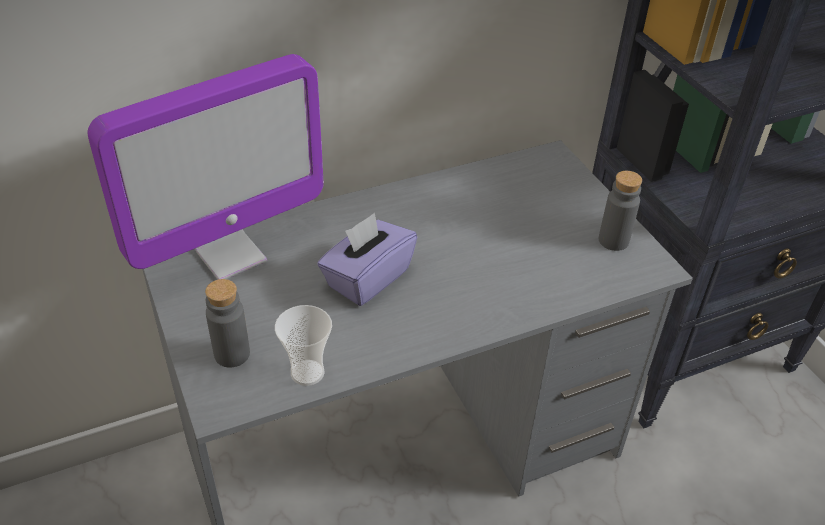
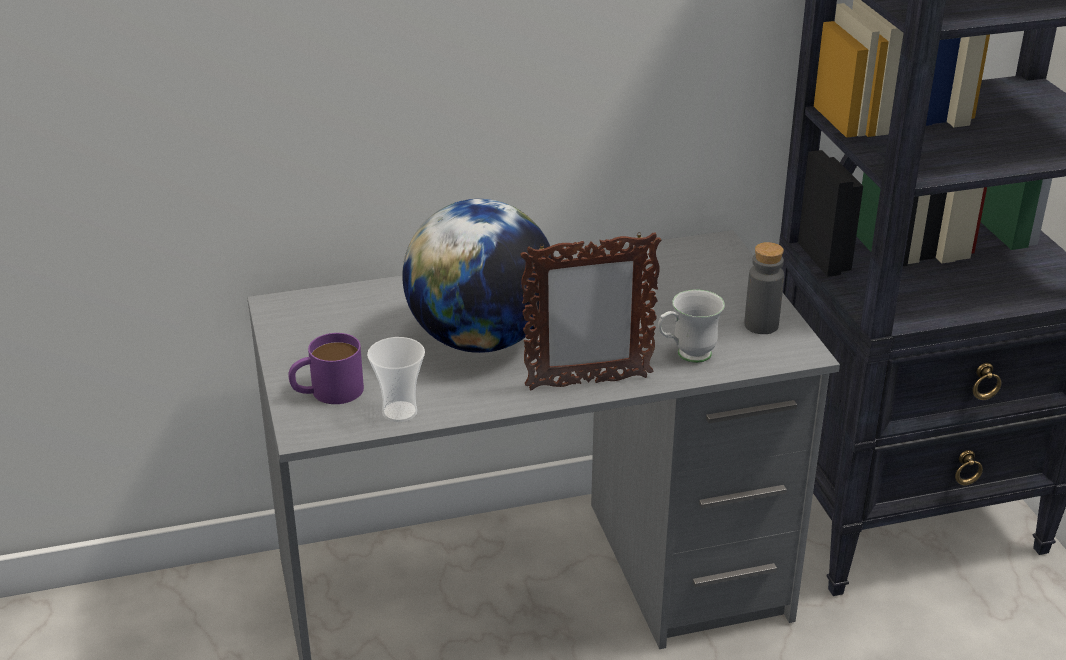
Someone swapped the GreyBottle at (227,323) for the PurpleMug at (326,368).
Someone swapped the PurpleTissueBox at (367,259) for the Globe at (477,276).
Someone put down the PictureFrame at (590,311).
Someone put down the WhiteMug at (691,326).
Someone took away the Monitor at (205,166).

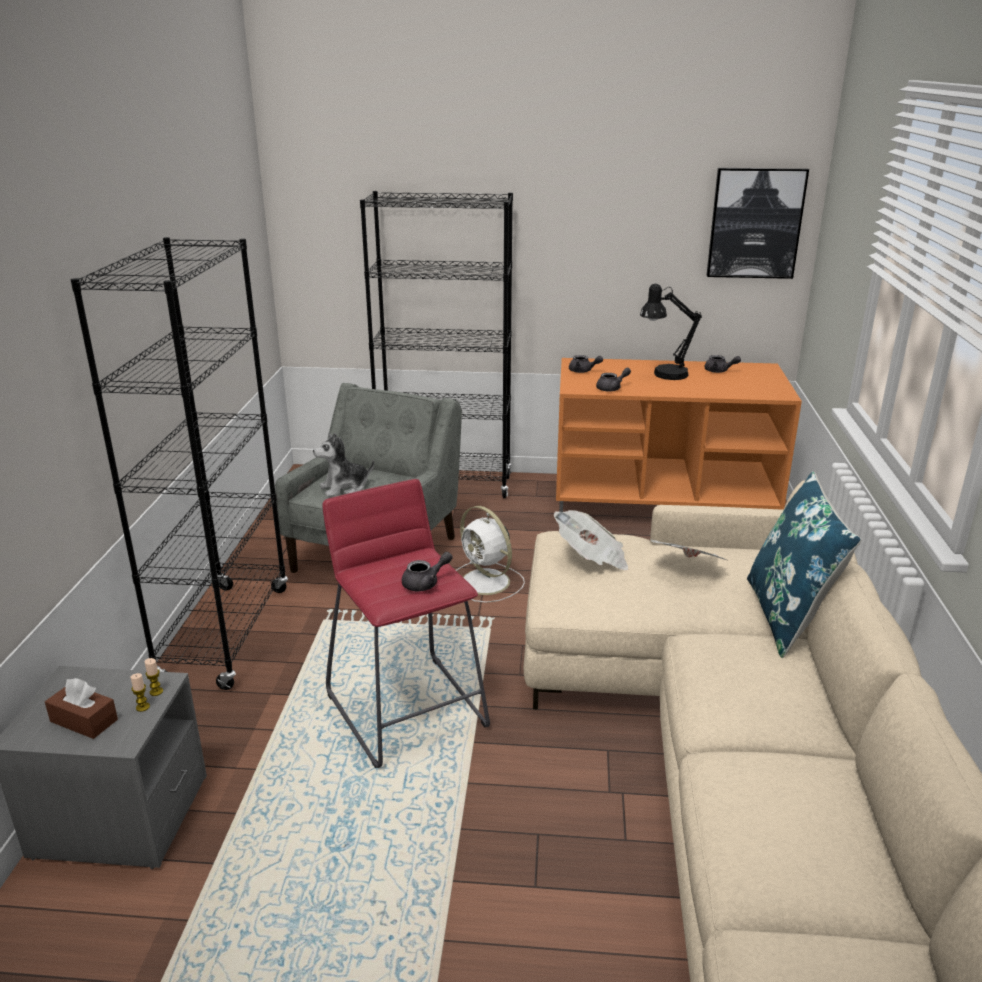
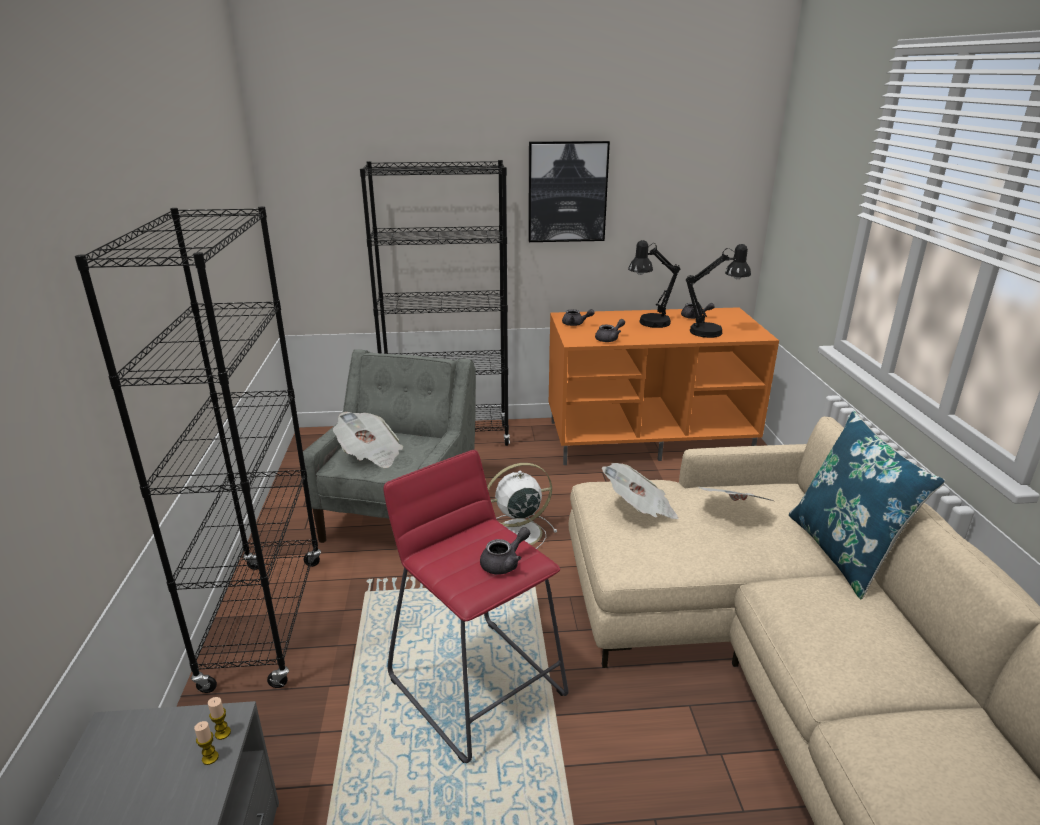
Someone swapped the PlushToy at (343,464) for the Newspaper at (368,440).
Someone rotated the WhiteFan at (490,554) by 120 degrees clockwise.
Someone carried the Picture from (758,223) to (569,191).
Someone put down the BlackTableLamp at (718,291).
Someone took away the BrownTissueBox at (81,708).

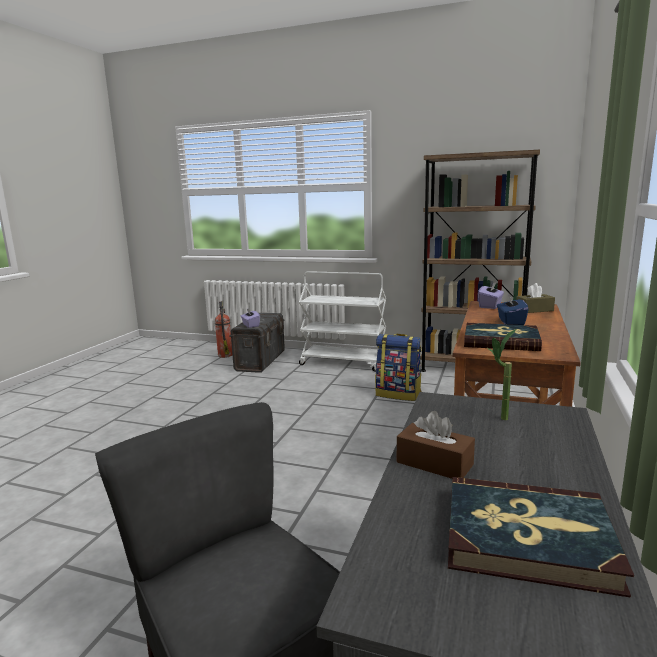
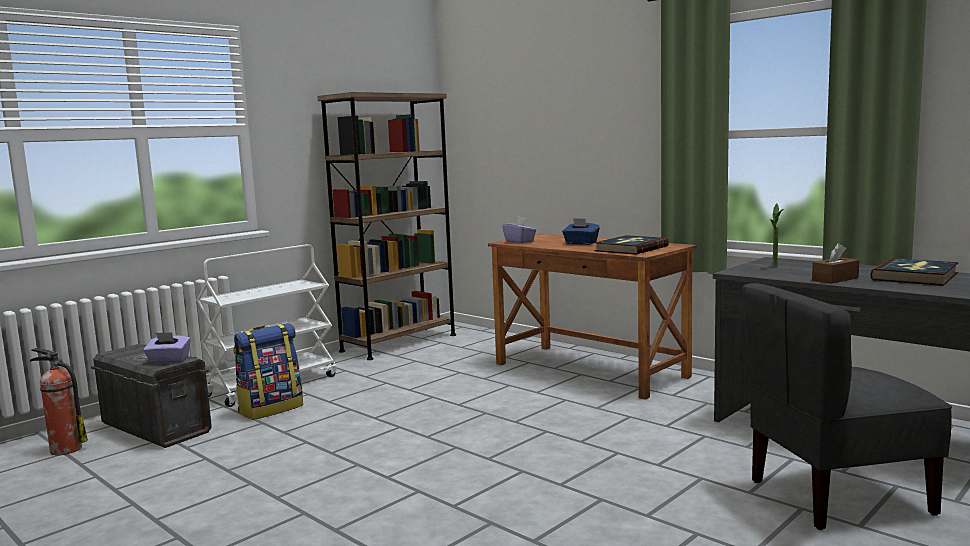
Someone carried the Backpack from (398,367) to (268,371).
Someone took away the BrownTissueBox at (535,298).

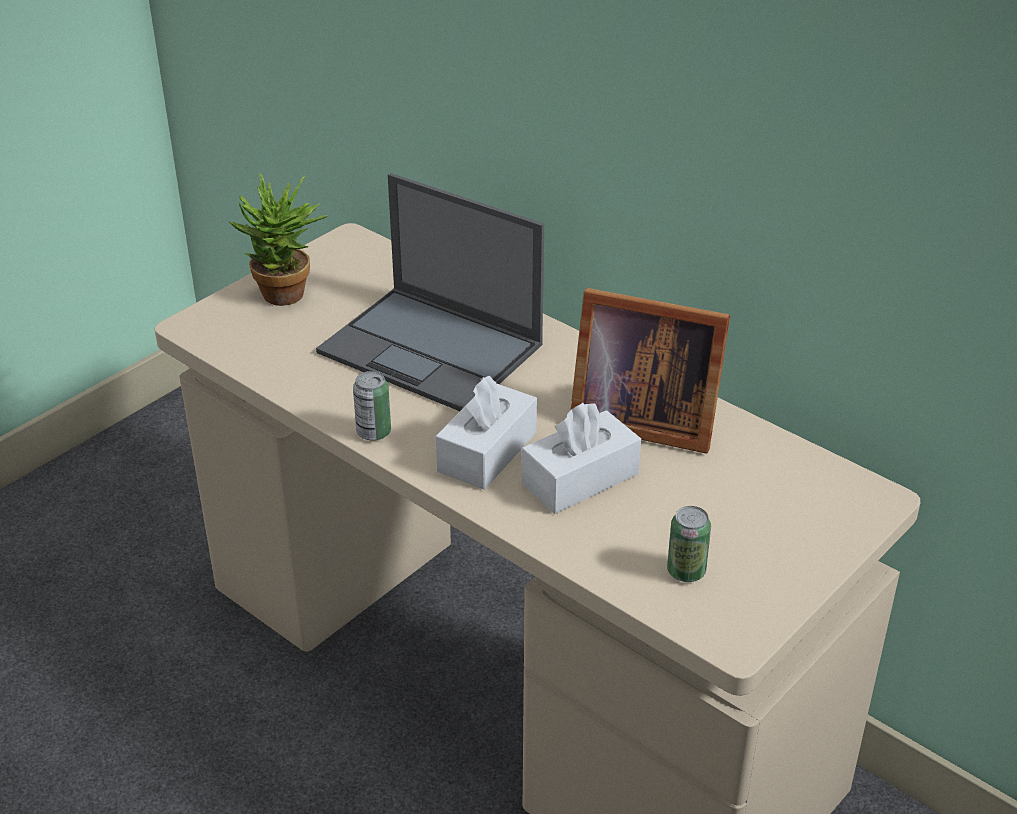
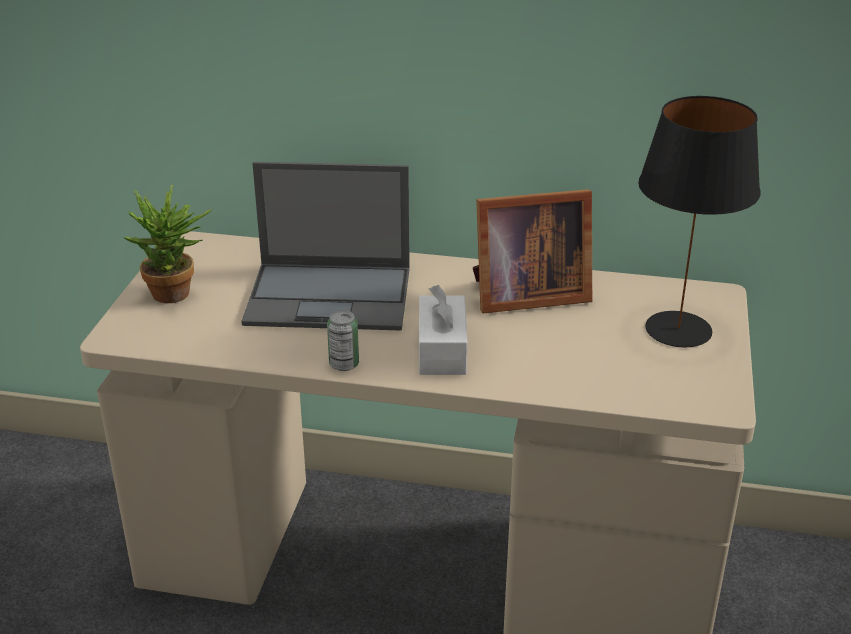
Someone put down the BlackTableLamp at (699,221).
Someone took away the WhiteTissueBox at (581,458).
Someone took away the Can at (689,544).

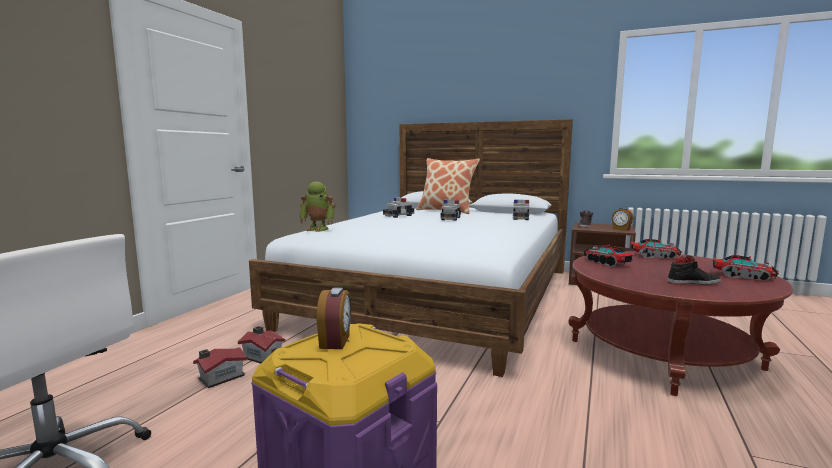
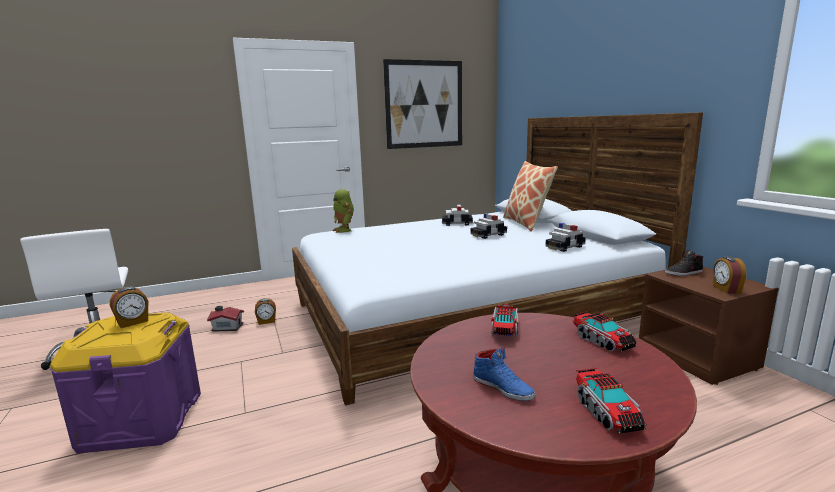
Someone swapped the ToyHouse at (262,344) for the AlarmClock at (265,311).
Someone put up the Picture at (422,104).
Someone repainted the BlackShoe at (694,270), which became the BlueShoe at (504,374).

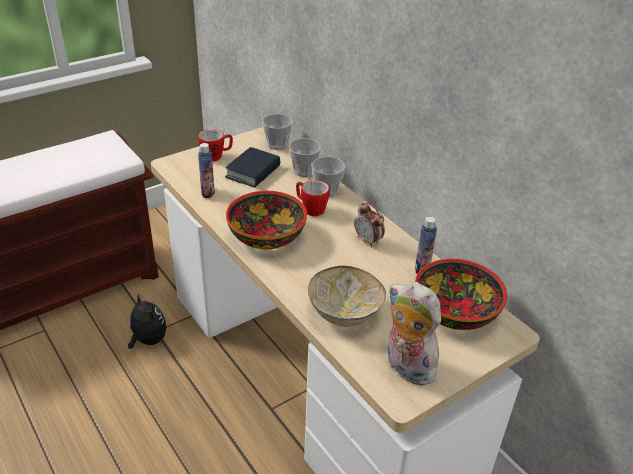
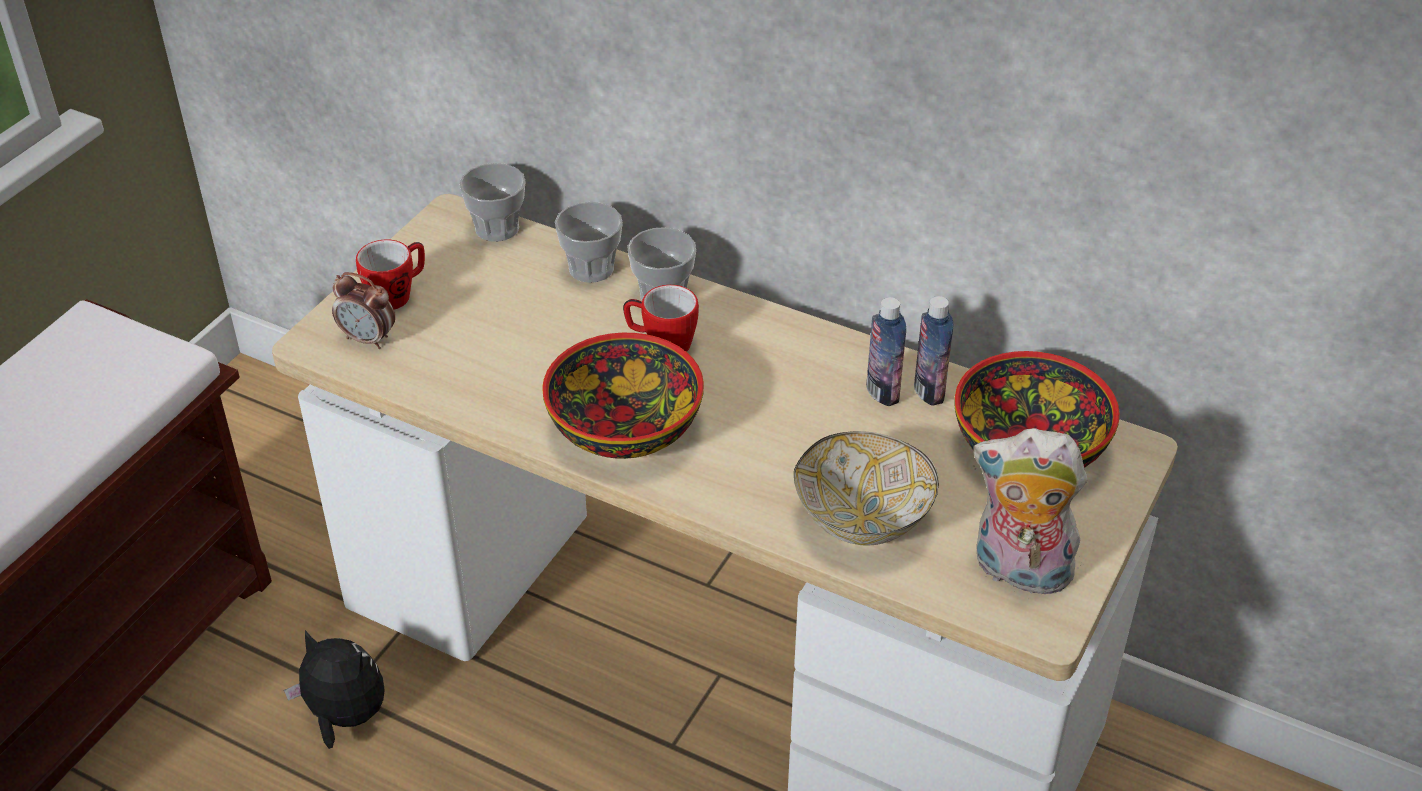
Someone carried the AlarmClock from (369,225) to (363,310).
Someone carried the Bottle from (206,170) to (886,351).
Someone took away the Book at (252,167).

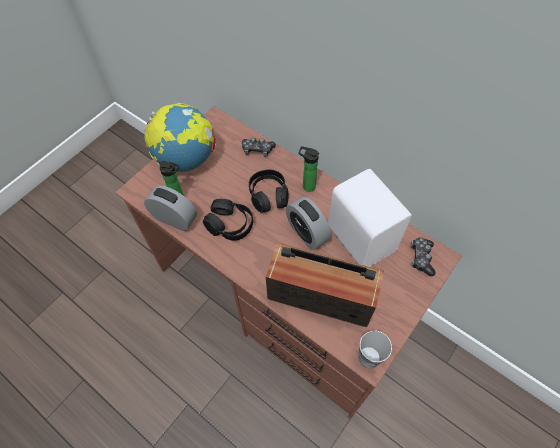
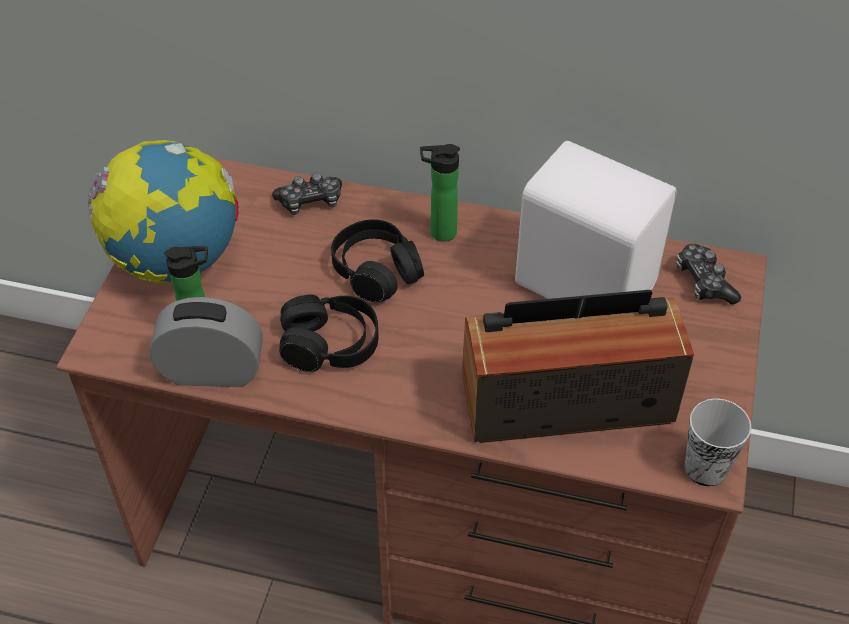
Someone took away the AlarmClock at (308,223).

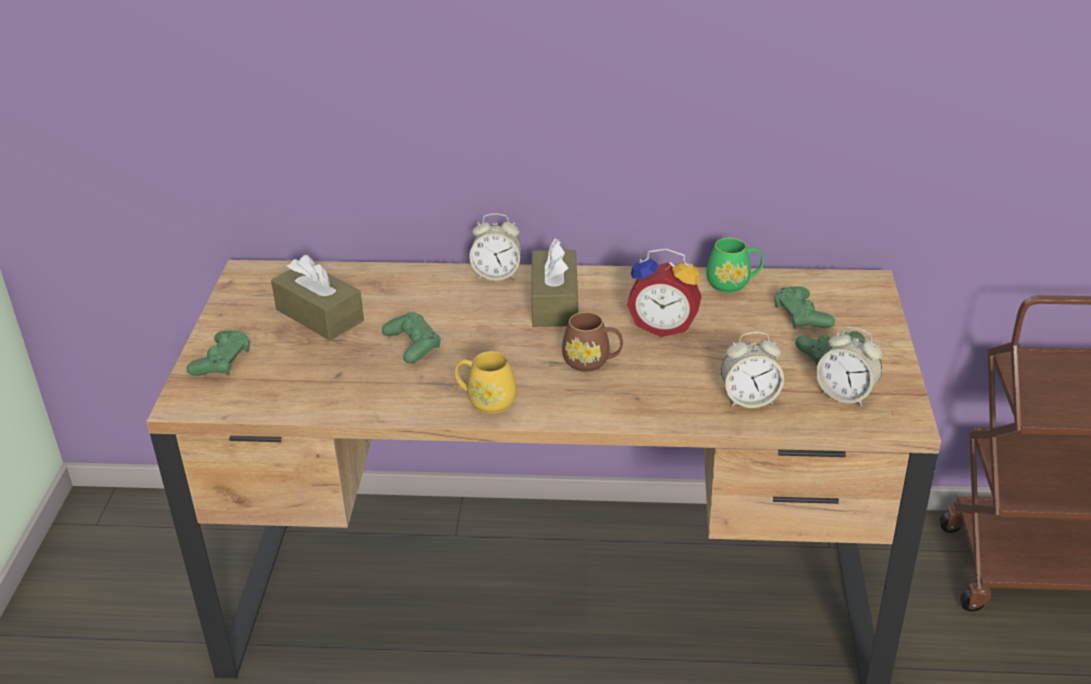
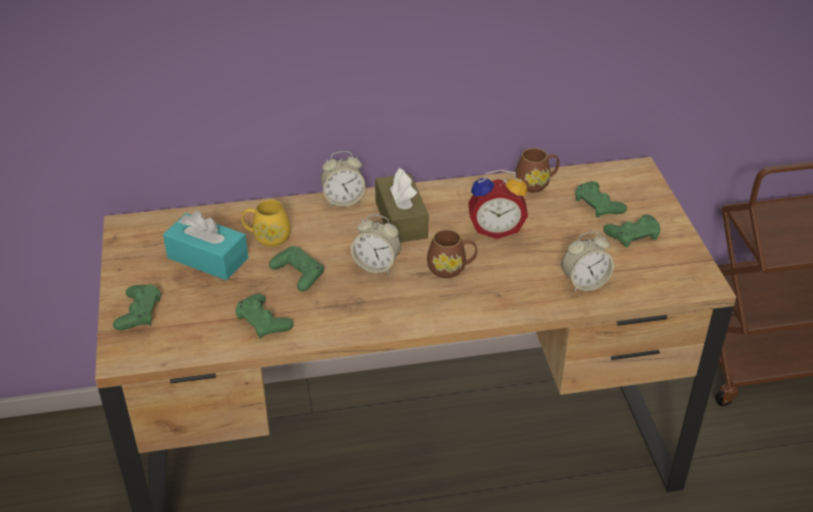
Someone repainted the BrownTissueBox at (317,298), which became the TurquoiseTissueBox at (205,245).
Someone put down the GreenGameController at (264,316).
Someone carried the YellowMug from (486,382) to (266,223).
Someone carried the AlarmClock from (849,367) to (376,244).
Someone repainted the GreenMug at (735,265), which became the BrownMug at (537,170).

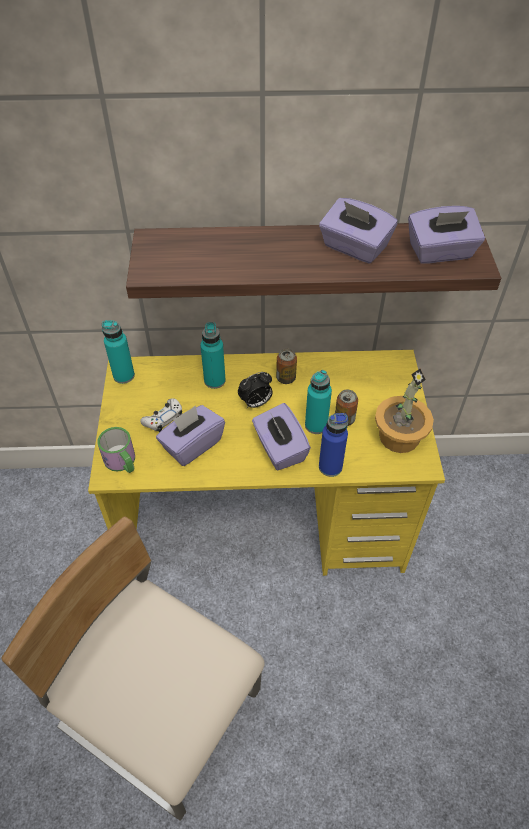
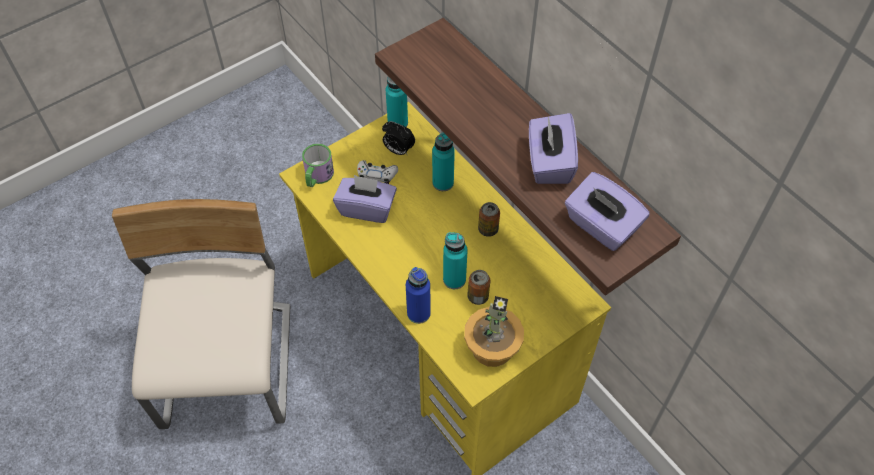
Someone carried the AlarmClock from (255,390) to (398,138).
Someone took away the PurpleTissueBox at (281,436).

